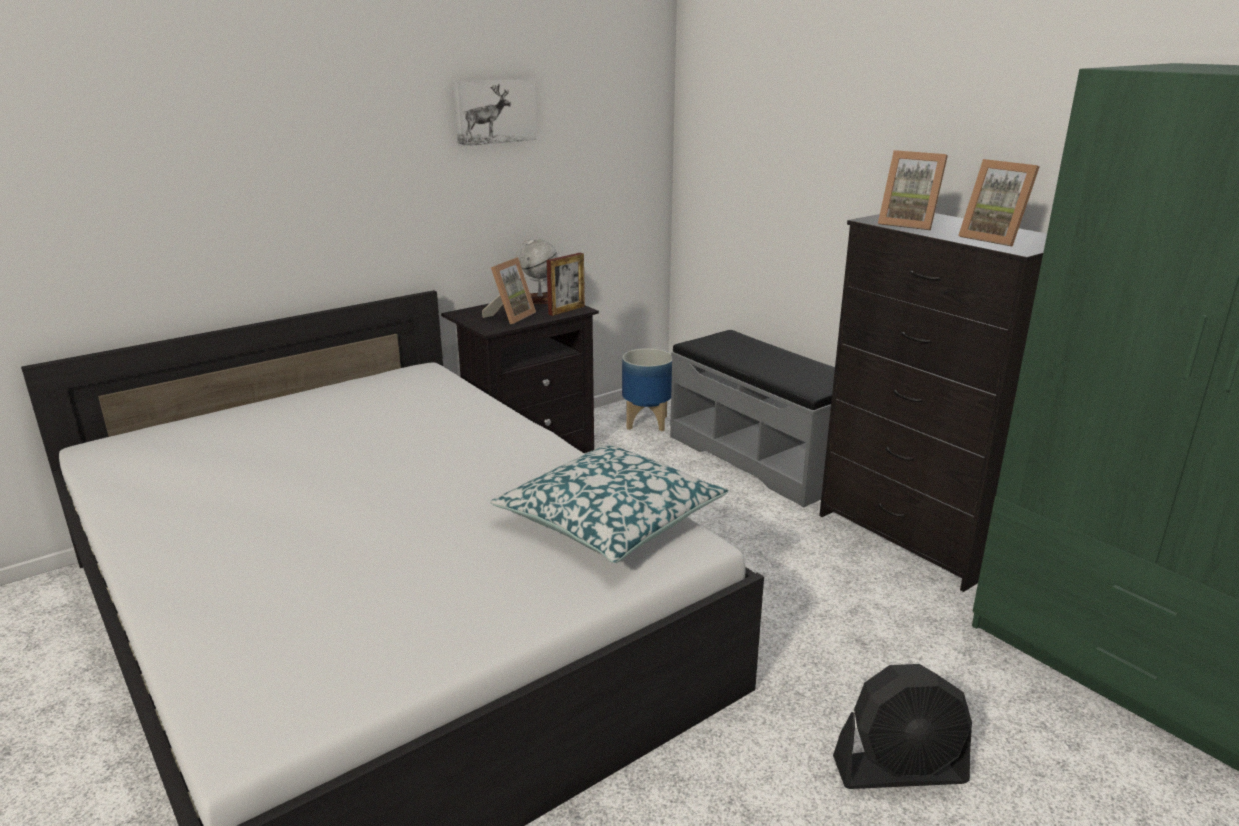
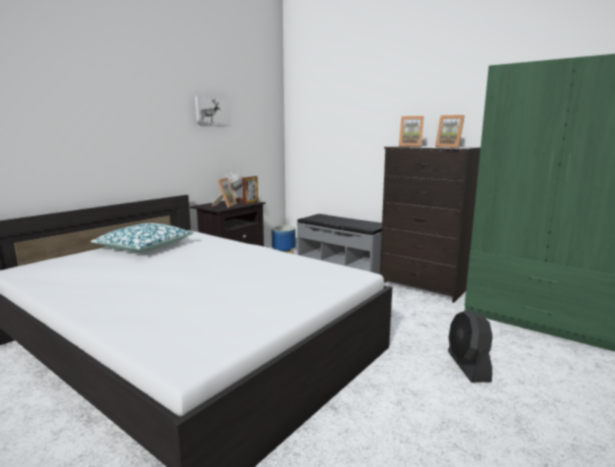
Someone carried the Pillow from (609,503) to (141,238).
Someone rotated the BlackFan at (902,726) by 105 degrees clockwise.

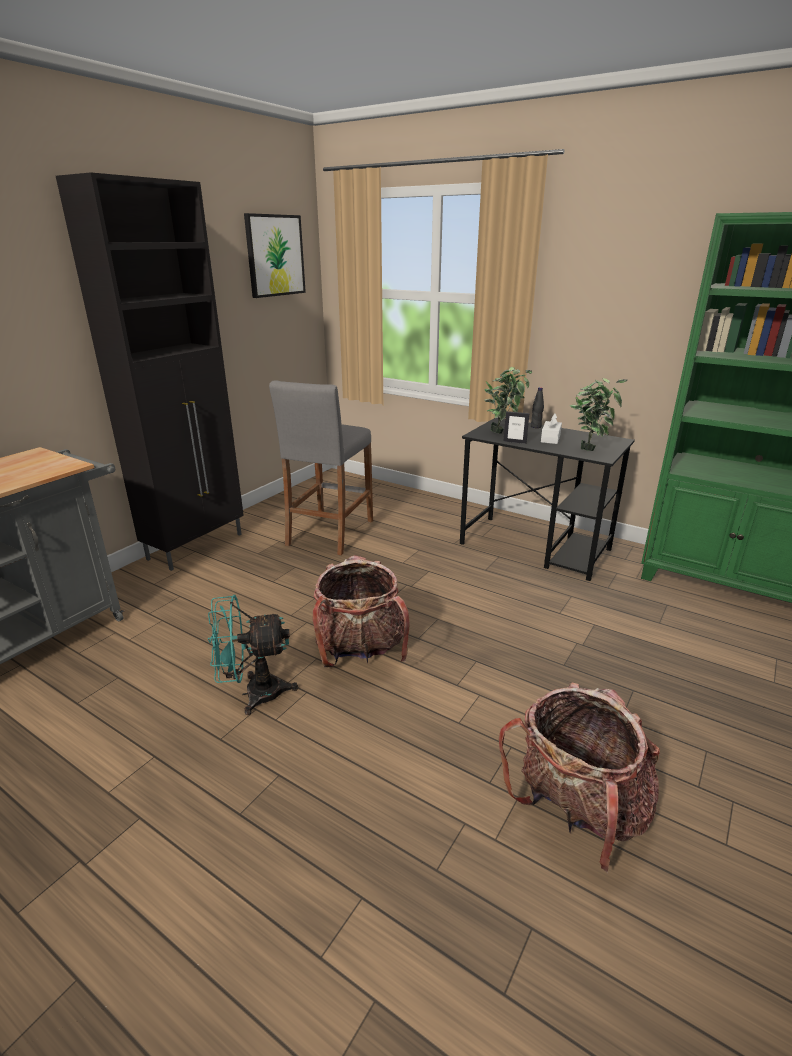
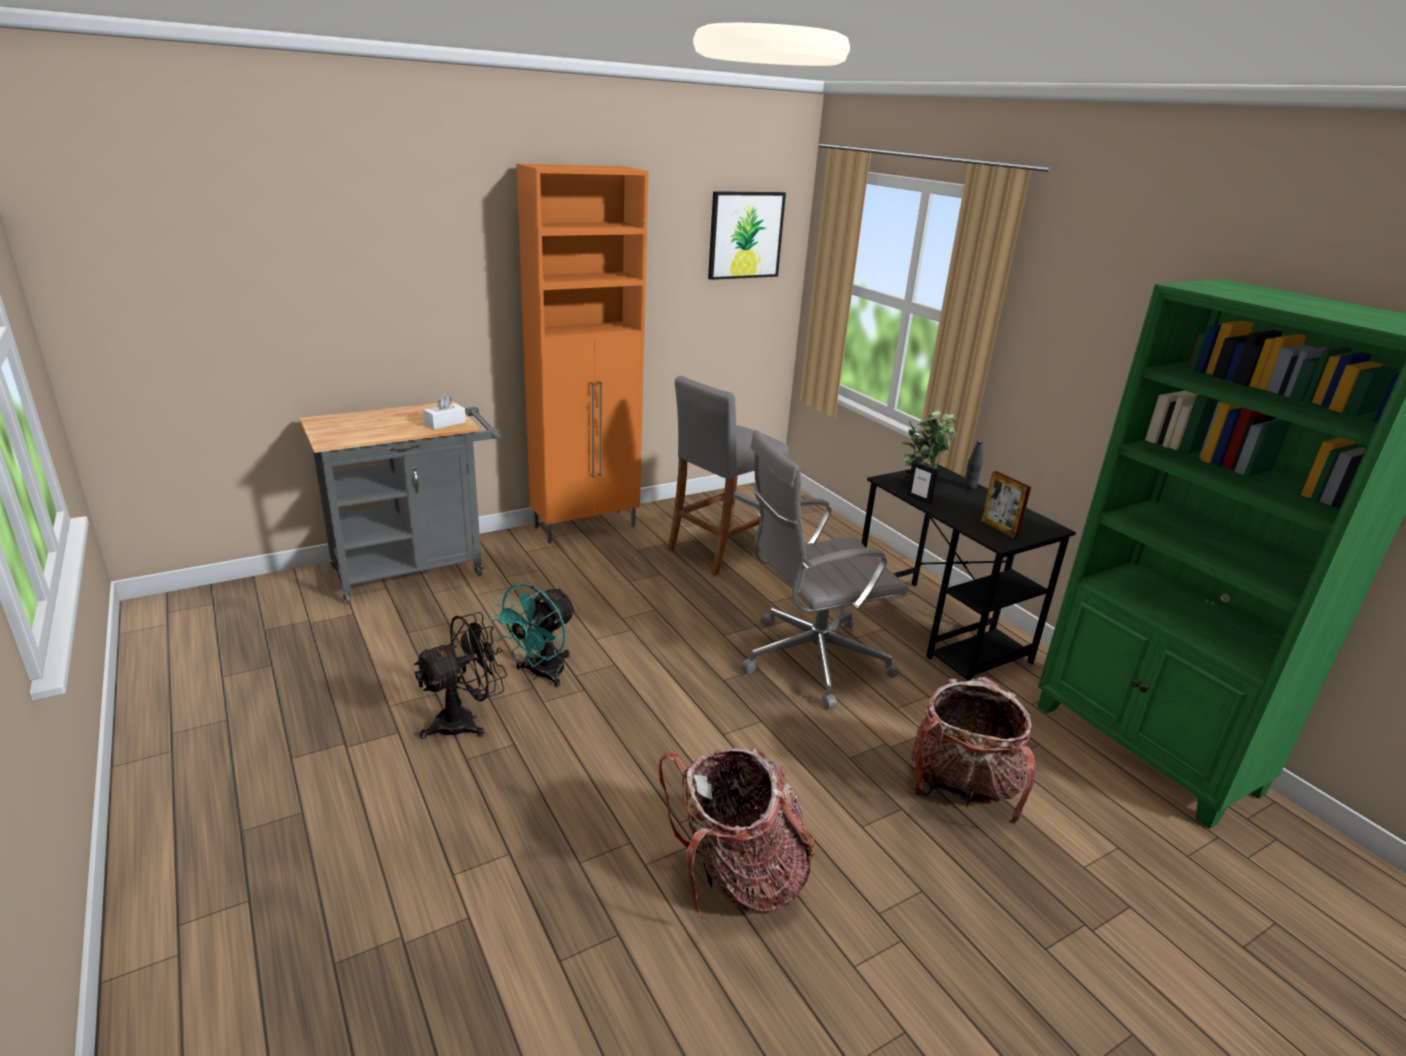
Someone put down the BlackFan at (460,675).
Someone carried the WhiteTissueBox from (551,428) to (444,411).
Someone rotated the TurquoiseFan at (253,655) by 75 degrees counterclockwise.
Someone repainted the BlackCabinet at (150,371), which became the OrangeCabinet at (583,354).
Someone put down the GreyOfficeChair at (825,569).
Someone carried the Backpack from (361,611) to (973,750).
Someone swapped the PottedPlant at (598,414) for the PictureFrame at (1006,504).

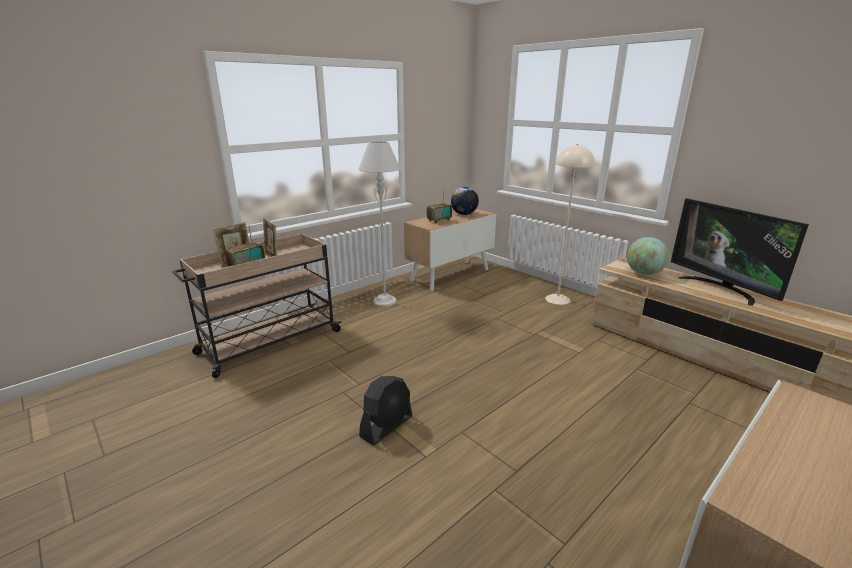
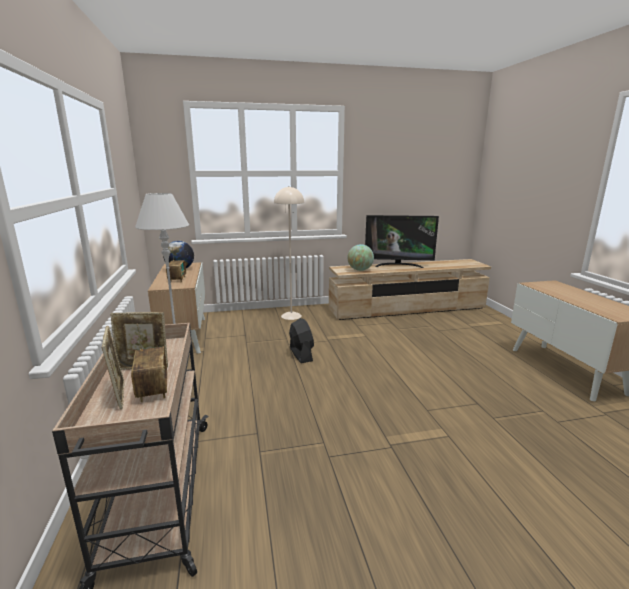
Someone carried the BlackFan from (386,410) to (301,340).

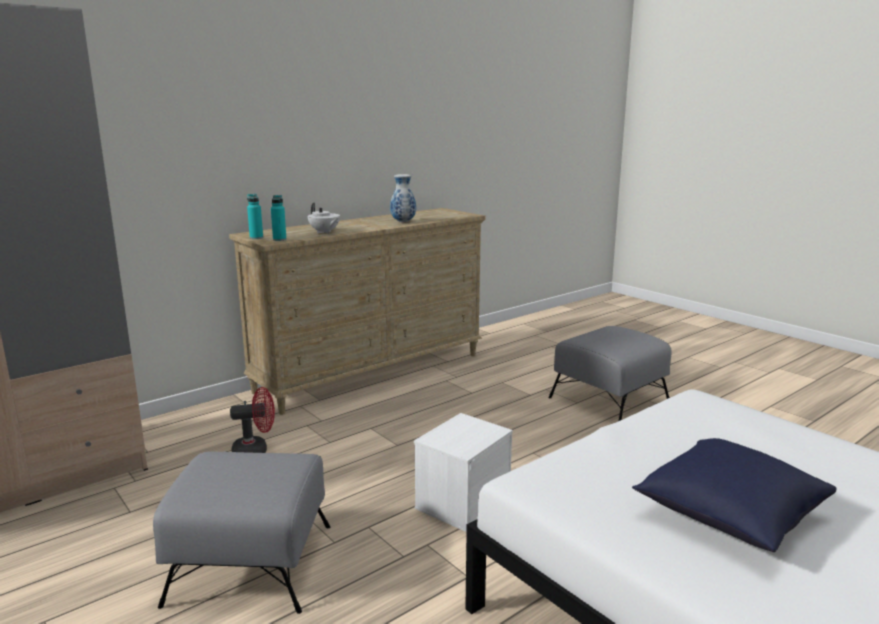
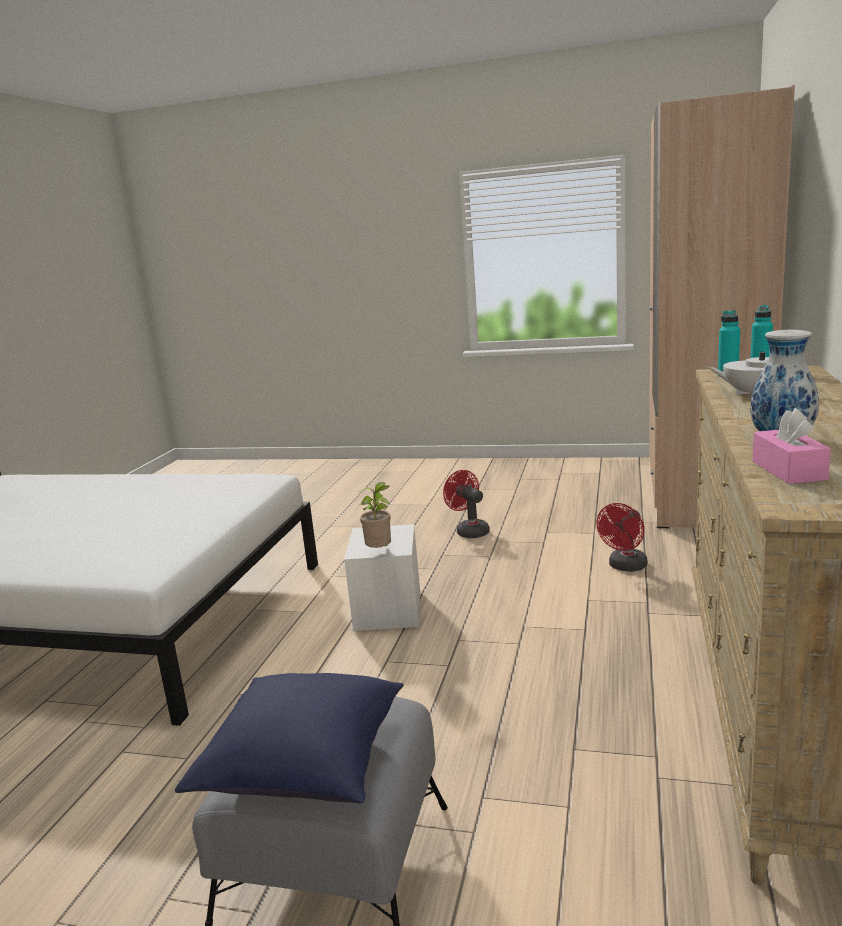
Someone carried the BluePillow from (734,495) to (289,738).
Someone put down the PottedPlant at (374,515).
Someone swapped the GreyOttoman at (241,533) for the RedFan at (466,504).
Someone put down the PinkTissueBox at (791,446).

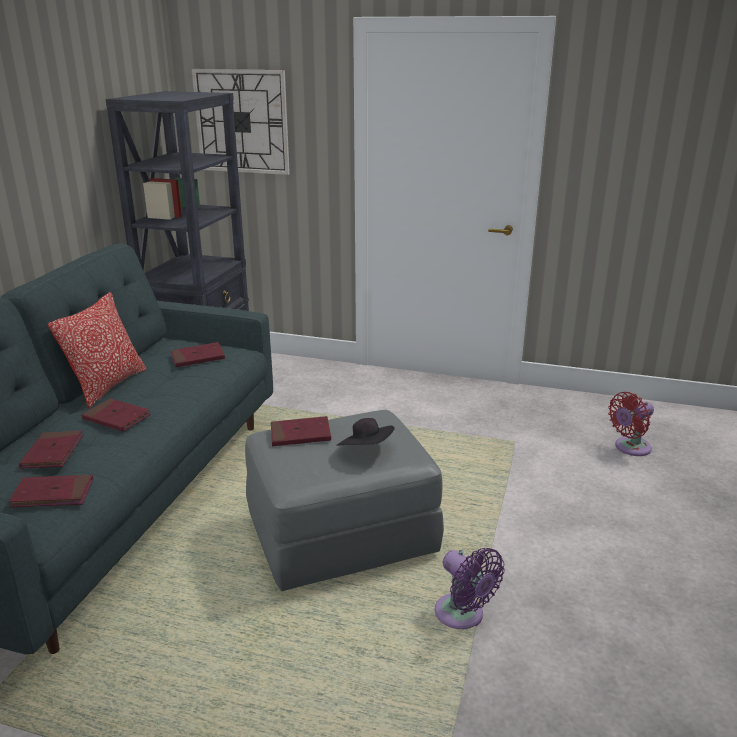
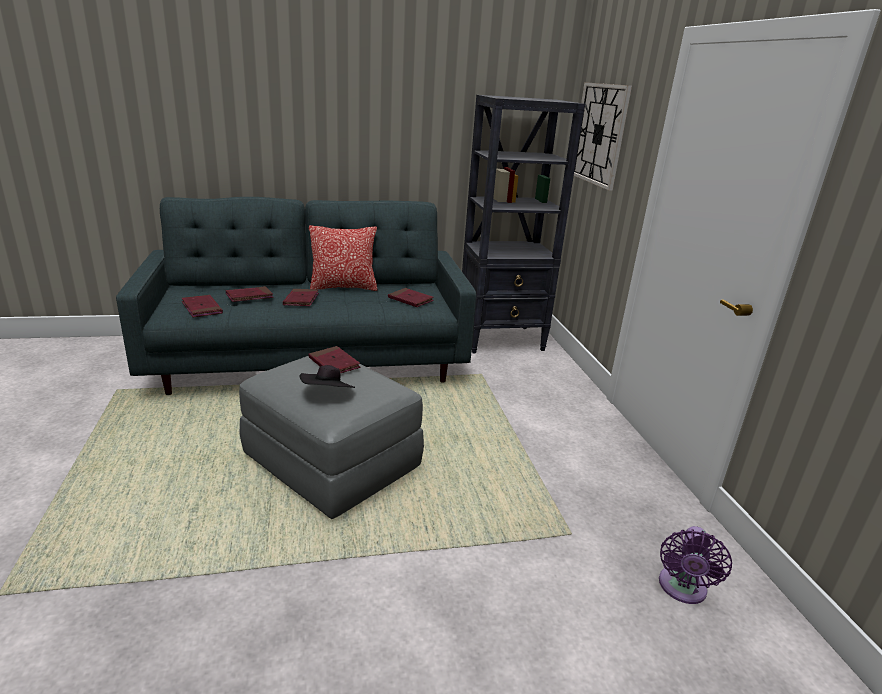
Someone carried the PurpleFan from (470,588) to (695,565).
Someone took away the RedFan at (631,424).

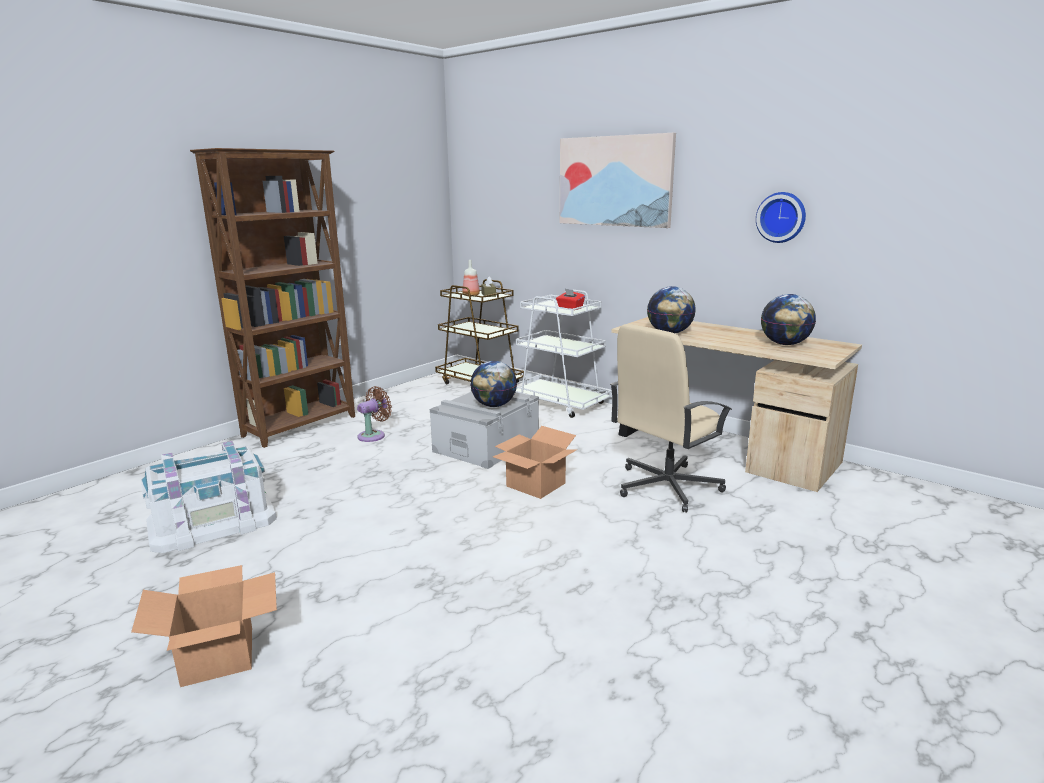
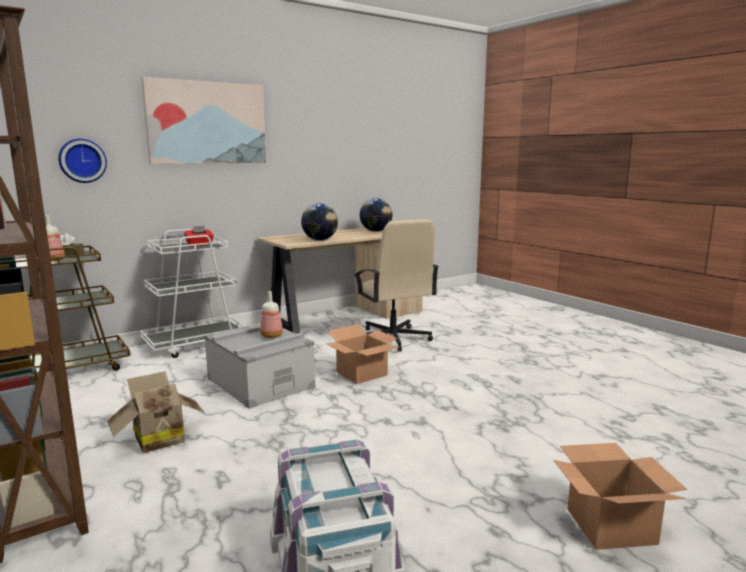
Someone carried the WallClock from (781,217) to (82,161).
Someone swapped the BrownFan at (374,414) for the CardboardBox at (156,412).
Someone swapped the Globe at (493,384) for the Bottle at (271,314).

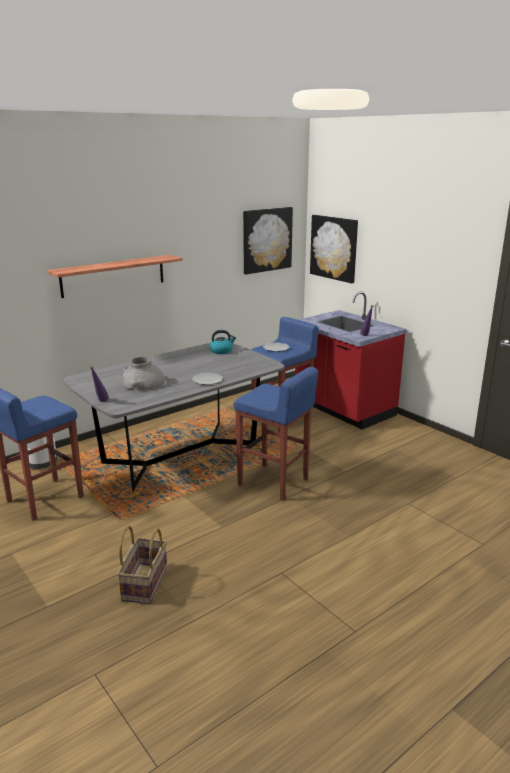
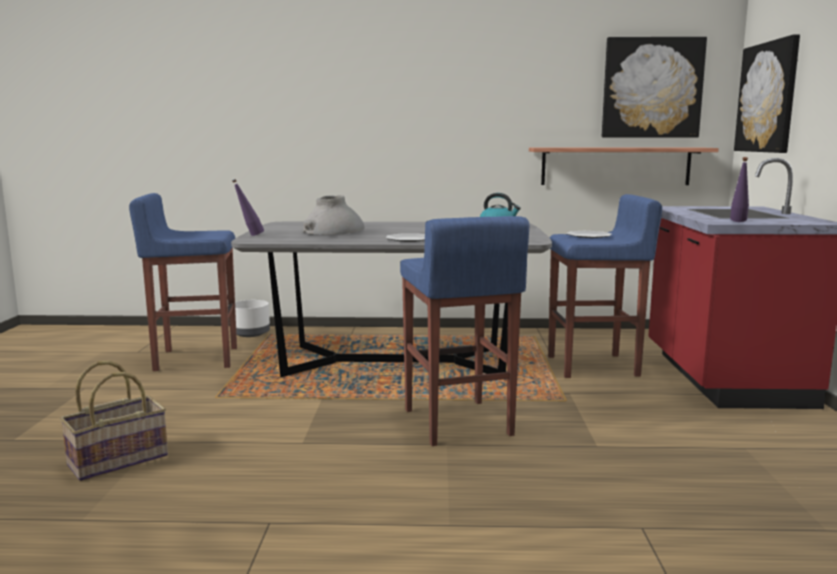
Someone carried the Shelf from (115,276) to (624,166).

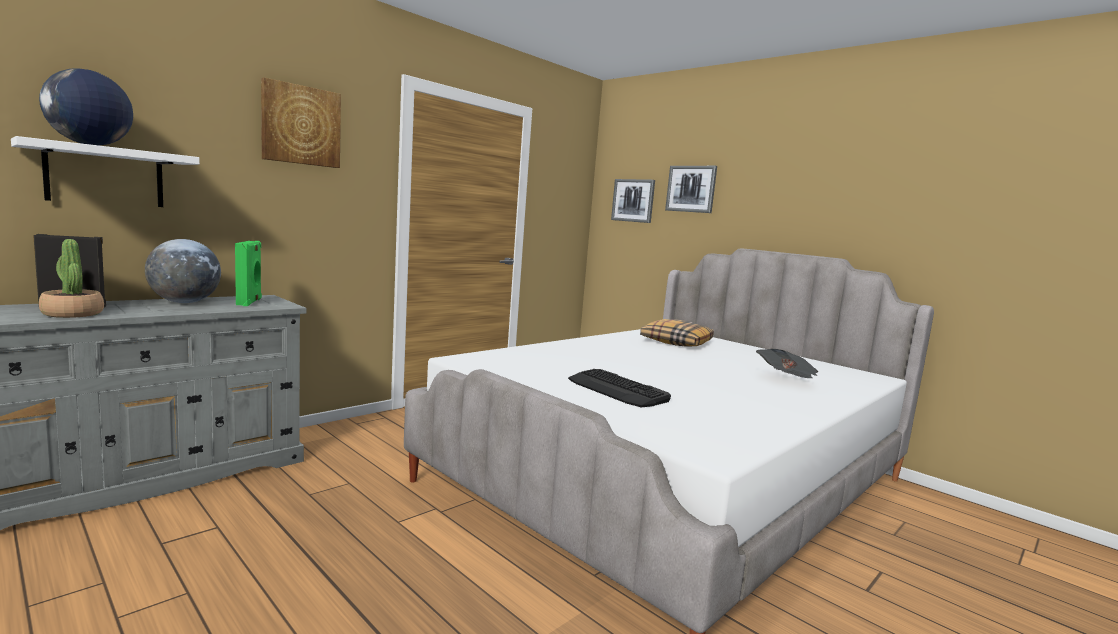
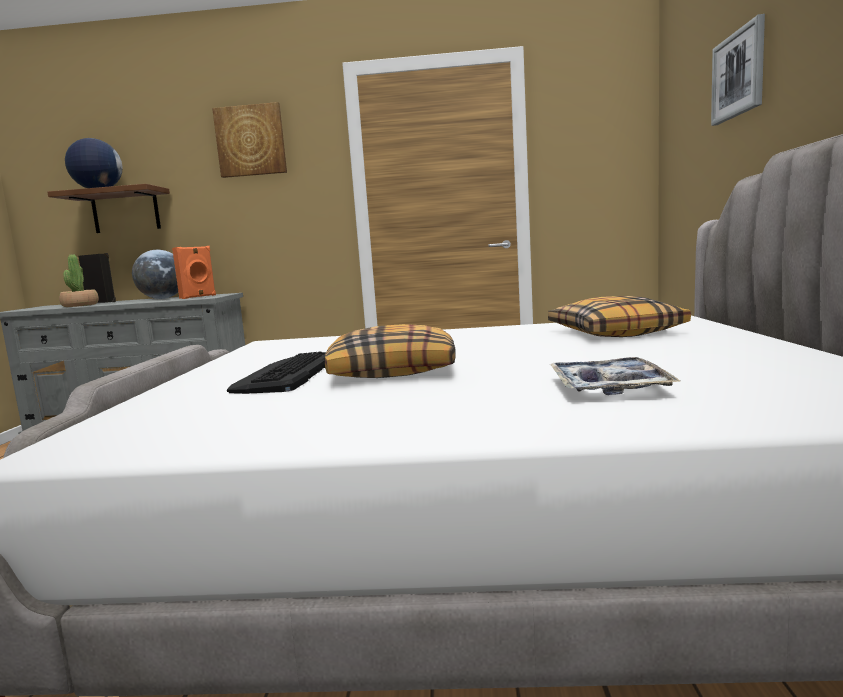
Someone repainted the WhiteShelf at (105,171), which became the BrownShelf at (108,208).
Someone repainted the GreenSpeaker at (248,273), which became the OrangeSpeaker at (194,272).
Someone put down the Pillow at (390,351).
Someone swapped the Newspaper at (787,363) for the Tray at (615,376).
Someone took away the Picture at (633,201).

